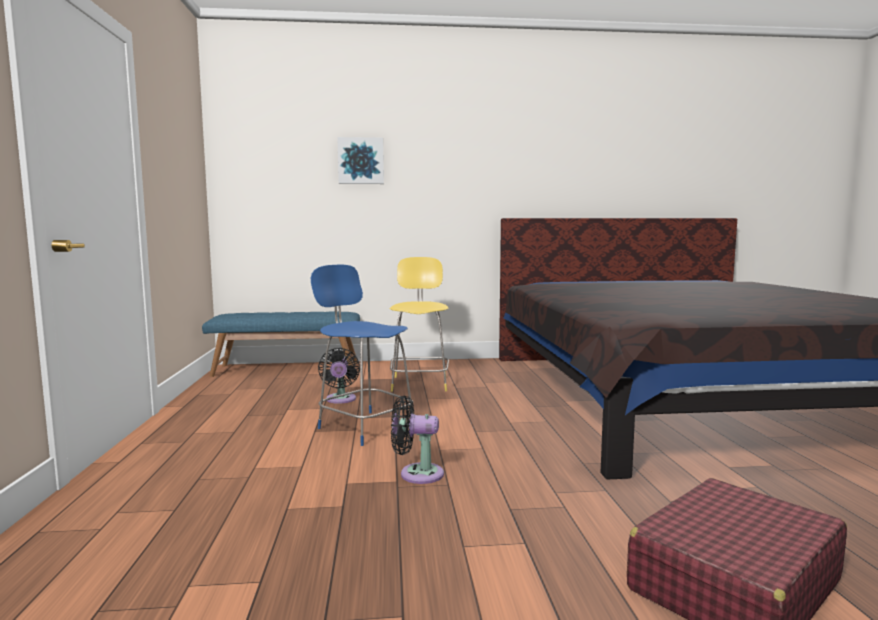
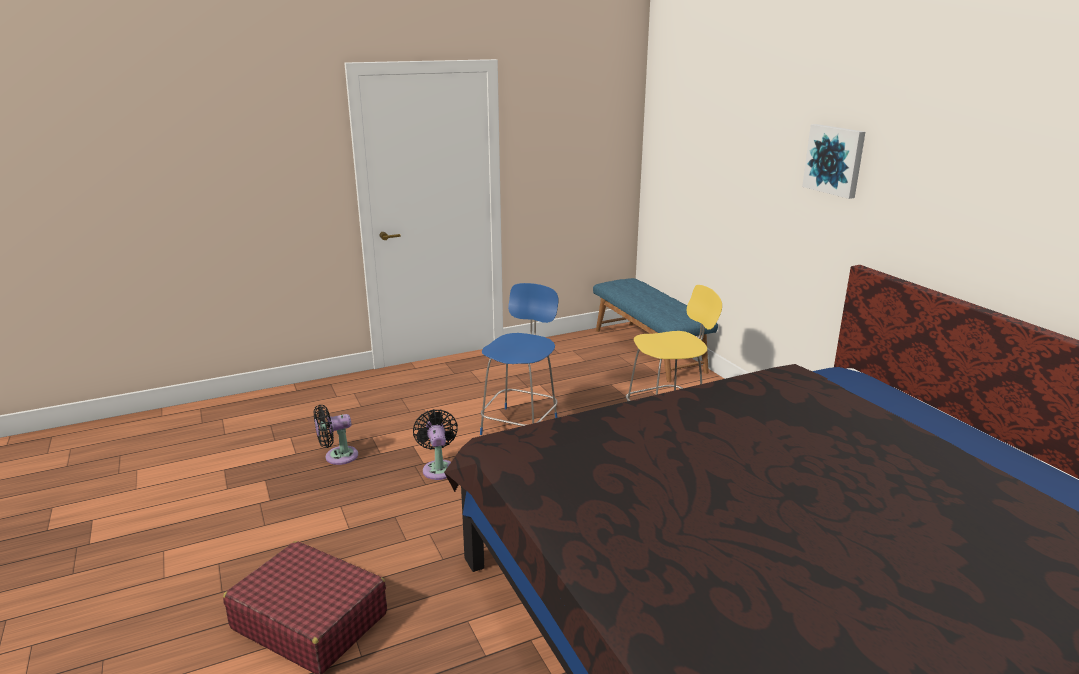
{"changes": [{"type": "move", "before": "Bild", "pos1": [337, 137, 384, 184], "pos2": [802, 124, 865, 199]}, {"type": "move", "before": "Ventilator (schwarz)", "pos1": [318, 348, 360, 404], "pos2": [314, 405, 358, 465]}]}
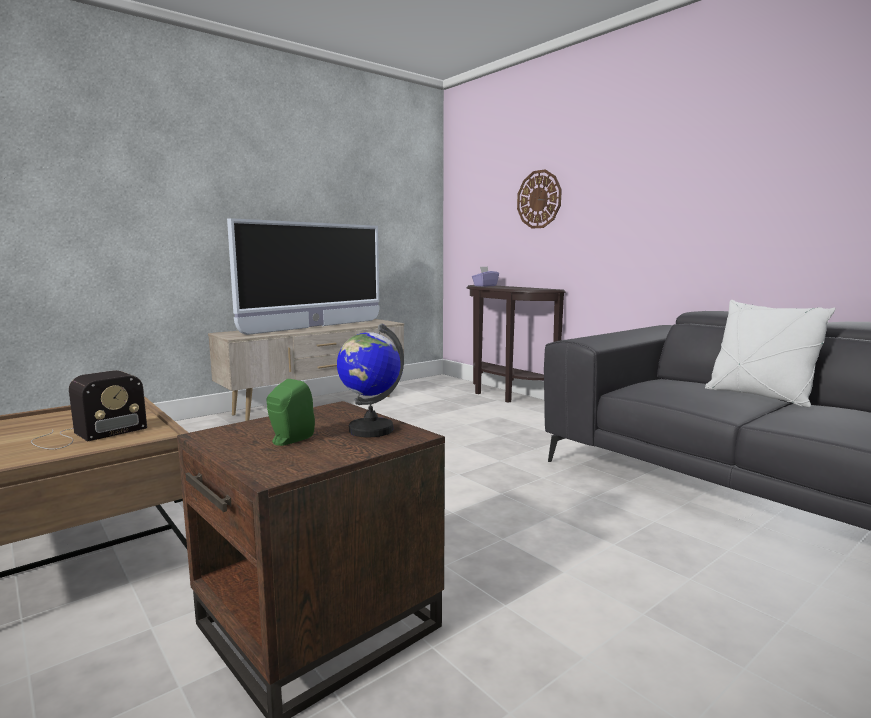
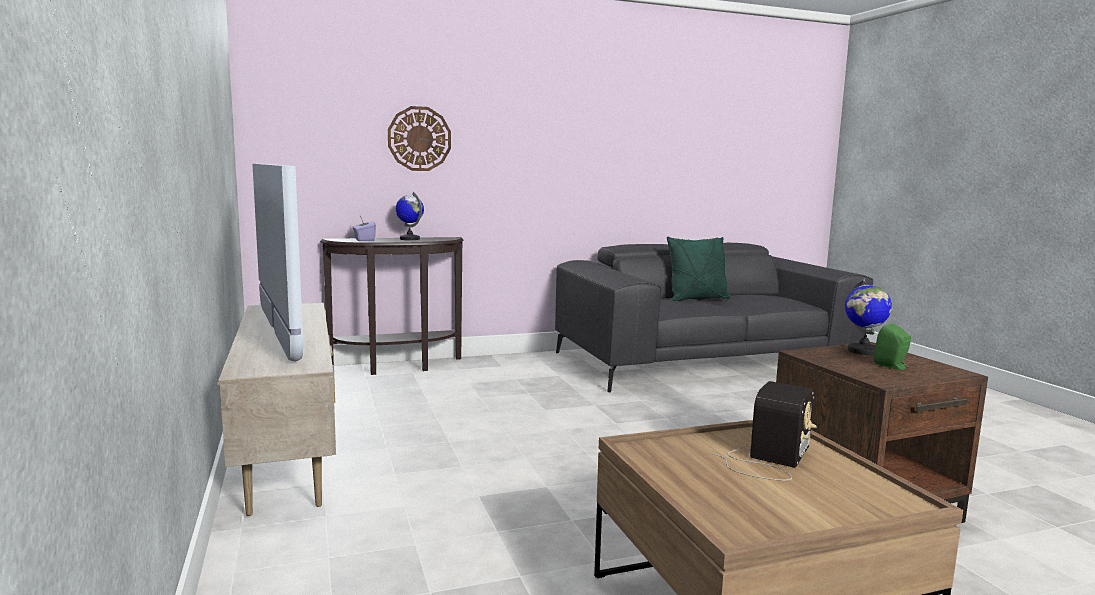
{"changes": [{"type": "recolor", "before": "Kissen (weiß)", "after": "Kissen (grün)", "pos1": [705, 300, 836, 407], "pos2": [667, 237, 730, 301]}, {"type": "rotate", "before": "Radio", "pos1": [31, 370, 147, 449], "pos2": [712, 381, 817, 481], "turn": 60}, {"type": "insert", "after": "Globus", "pos2": [396, 192, 424, 240]}]}
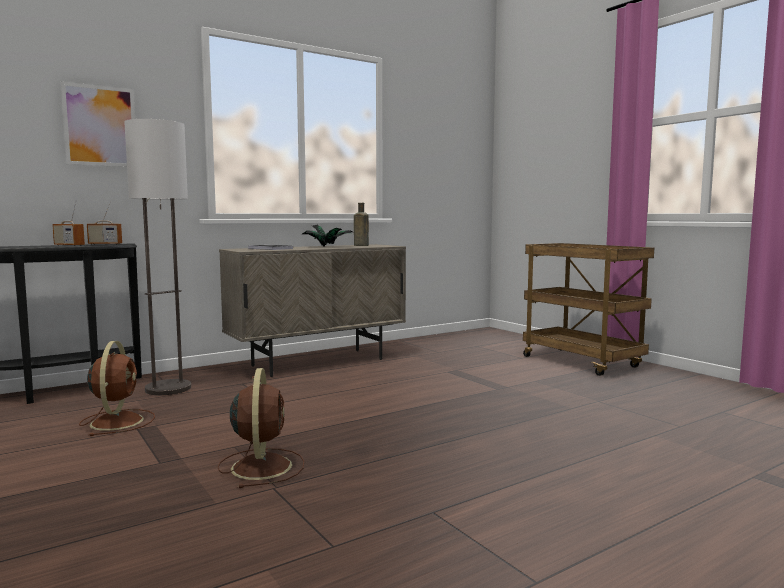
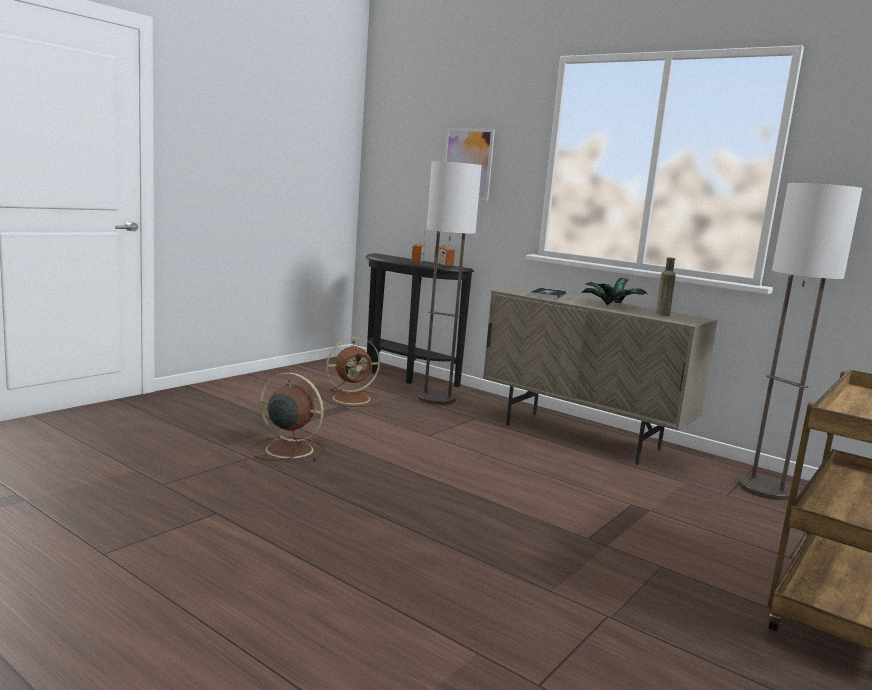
{"changes": [{"type": "rotate", "before": "Ventilator (braun)", "pos1": [218, 368, 304, 488], "pos2": [251, 373, 325, 461], "turn": -135}, {"type": "insert", "after": "Stehlampe", "pos2": [739, 183, 862, 500]}]}
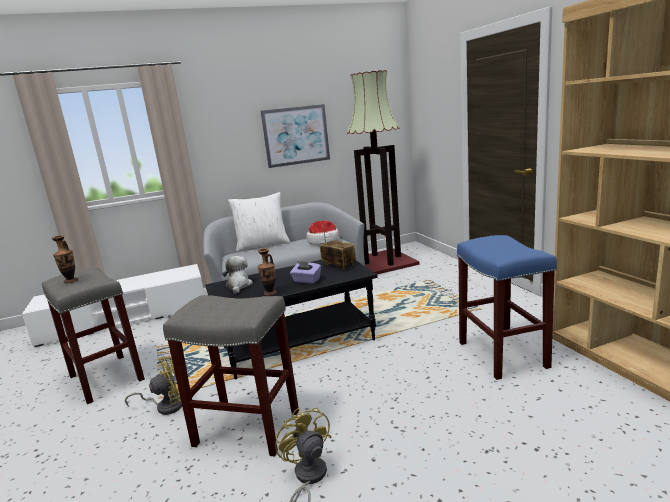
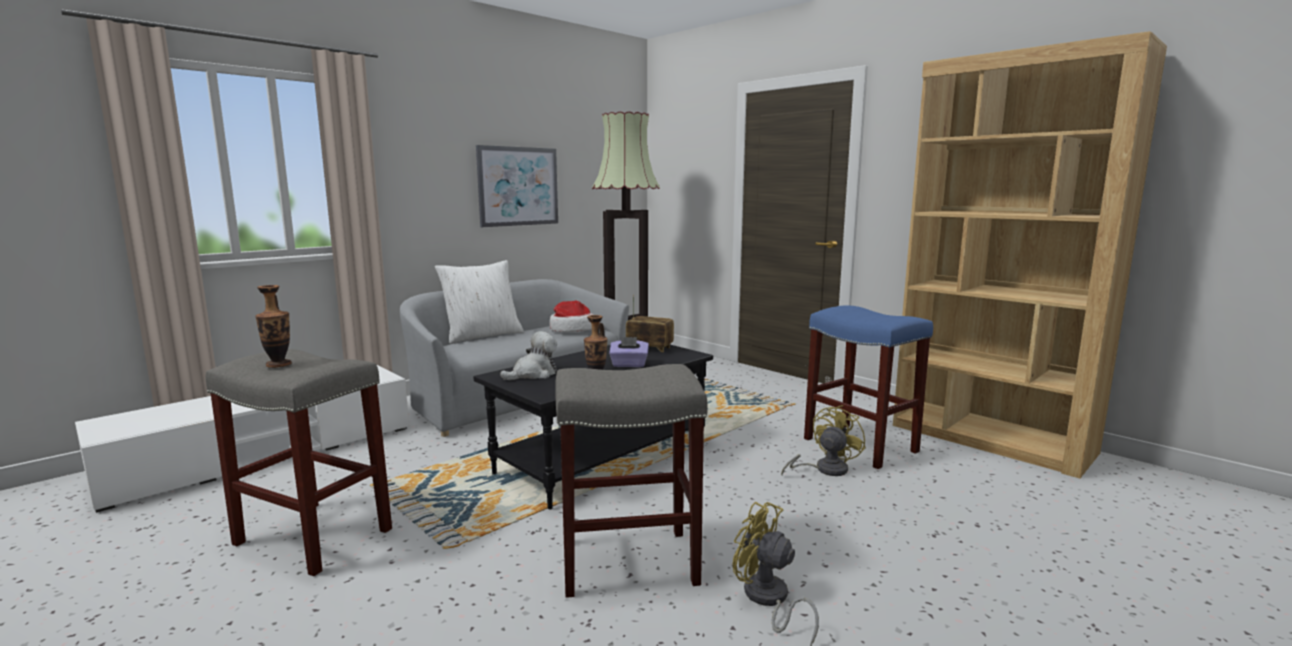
{"changes": [{"type": "rotate", "before": "Plüschtier", "pos1": [222, 256, 253, 294], "pos2": [500, 331, 557, 380], "turn": 75}, {"type": "move", "before": "Ventilator (gelb)", "pos1": [125, 357, 182, 415], "pos2": [781, 405, 866, 476]}]}
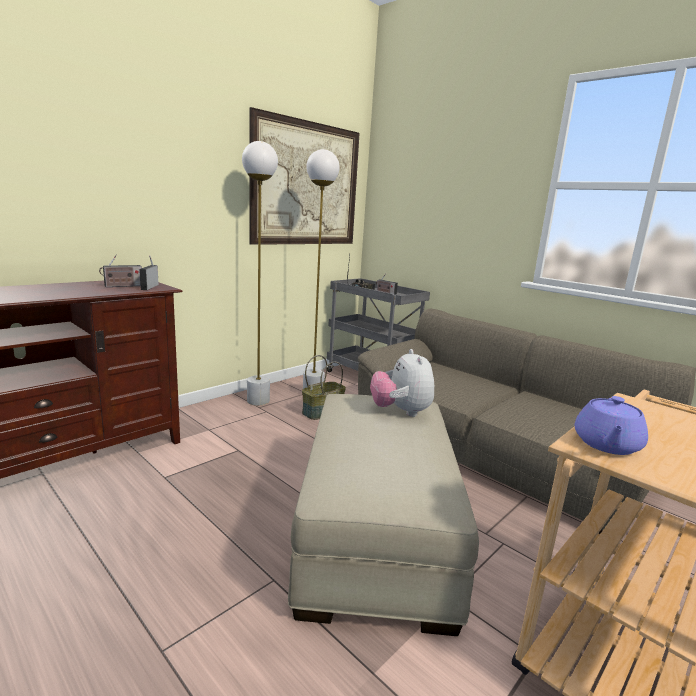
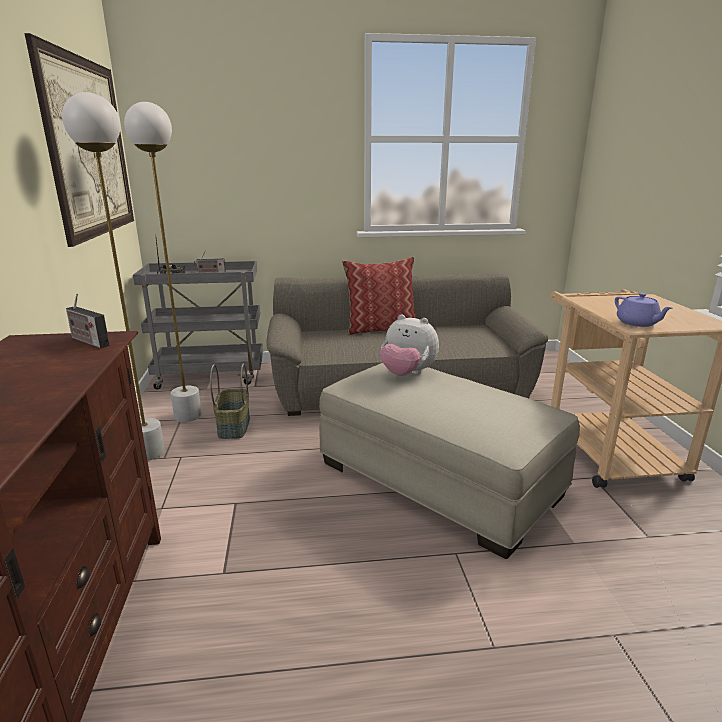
{"changes": [{"type": "delete", "before": "Radio", "pos1": [99, 255, 142, 287]}, {"type": "insert", "after": "Kissen", "pos2": [342, 257, 416, 335]}]}
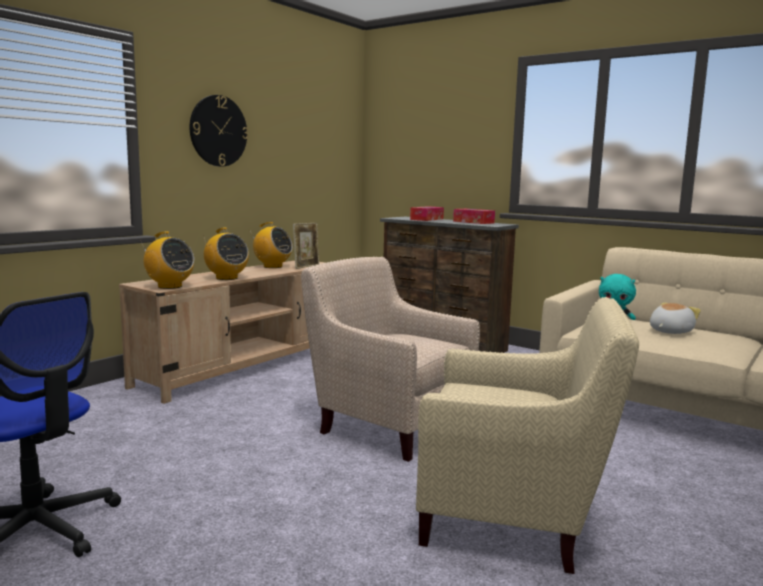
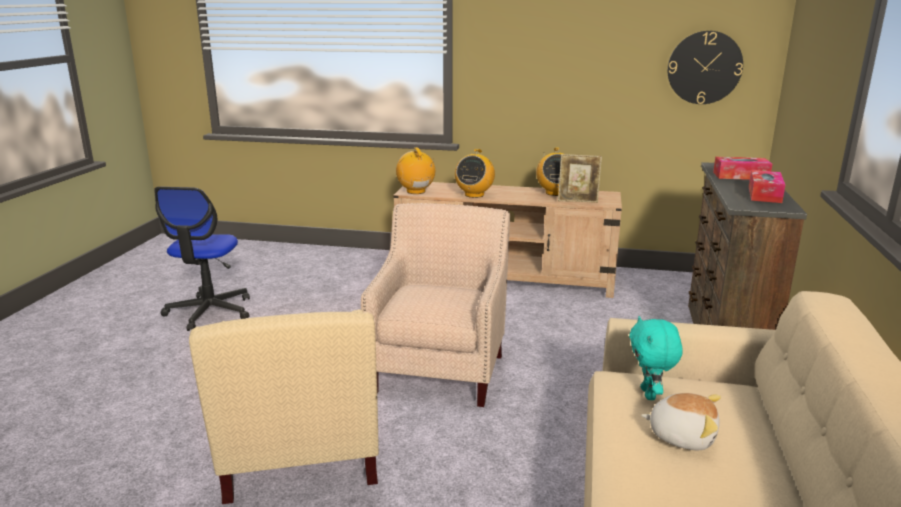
{"changes": [{"type": "move", "before": "Wanduhr", "pos1": [190, 95, 248, 167], "pos2": [668, 31, 743, 104]}, {"type": "rotate", "before": "Radio", "pos1": [141, 231, 194, 289], "pos2": [396, 147, 435, 194], "turn": 150}]}
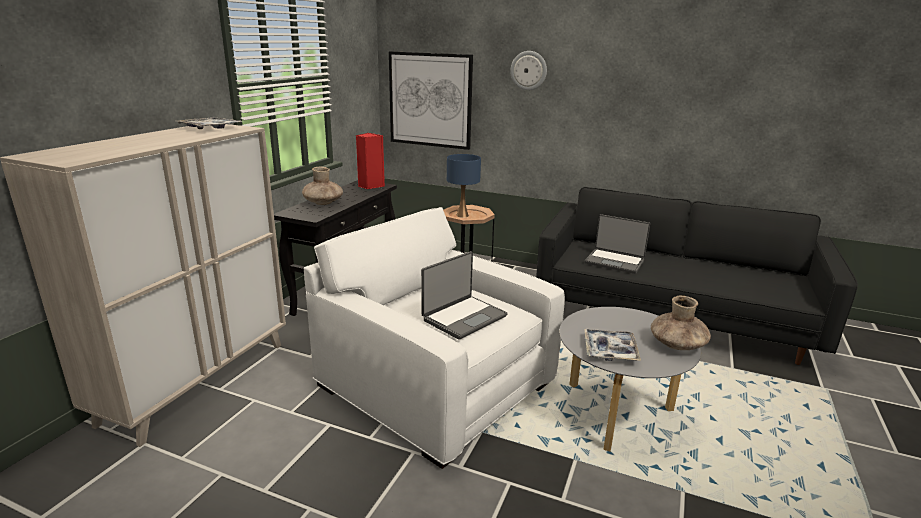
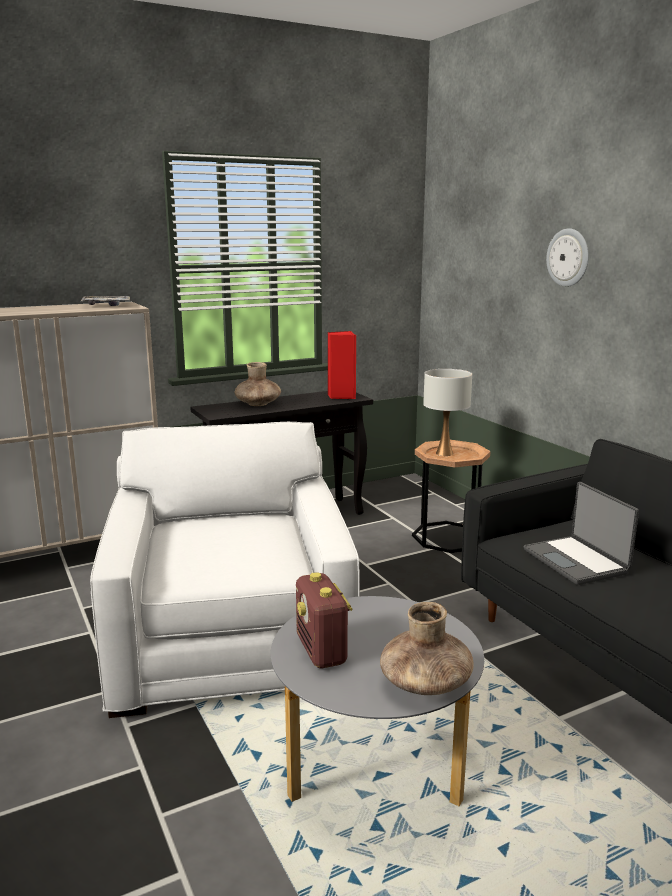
{"changes": [{"type": "delete", "before": "Bild", "pos1": [389, 51, 473, 150]}, {"type": "recolor", "before": "Tischlampe (blau)", "after": "Tischlampe (weiß)", "pos1": [447, 154, 481, 218], "pos2": [423, 369, 472, 456]}, {"type": "delete", "before": "Laptop", "pos1": [421, 251, 508, 340]}, {"type": "replace", "before": "Tablett", "after": "Radio", "pos1": [584, 329, 641, 361], "pos2": [296, 572, 352, 668]}]}
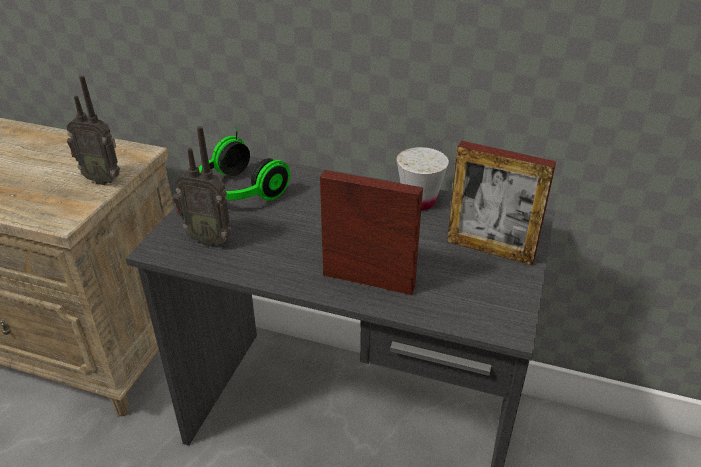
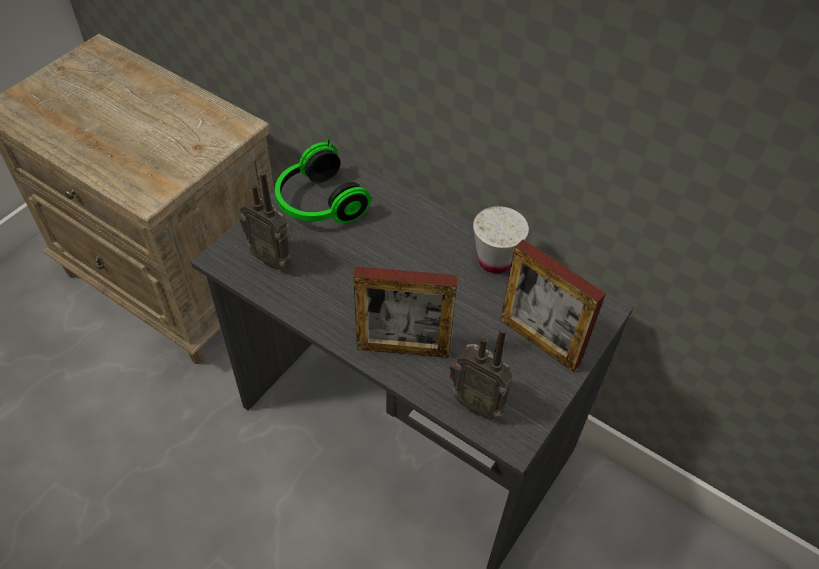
{"changes": [{"type": "move", "before": "Radio", "pos1": [66, 75, 120, 185], "pos2": [449, 328, 512, 419]}, {"type": "rotate", "before": "Bilderrahmen", "pos1": [320, 170, 423, 295], "pos2": [354, 266, 458, 358], "turn": 150}]}
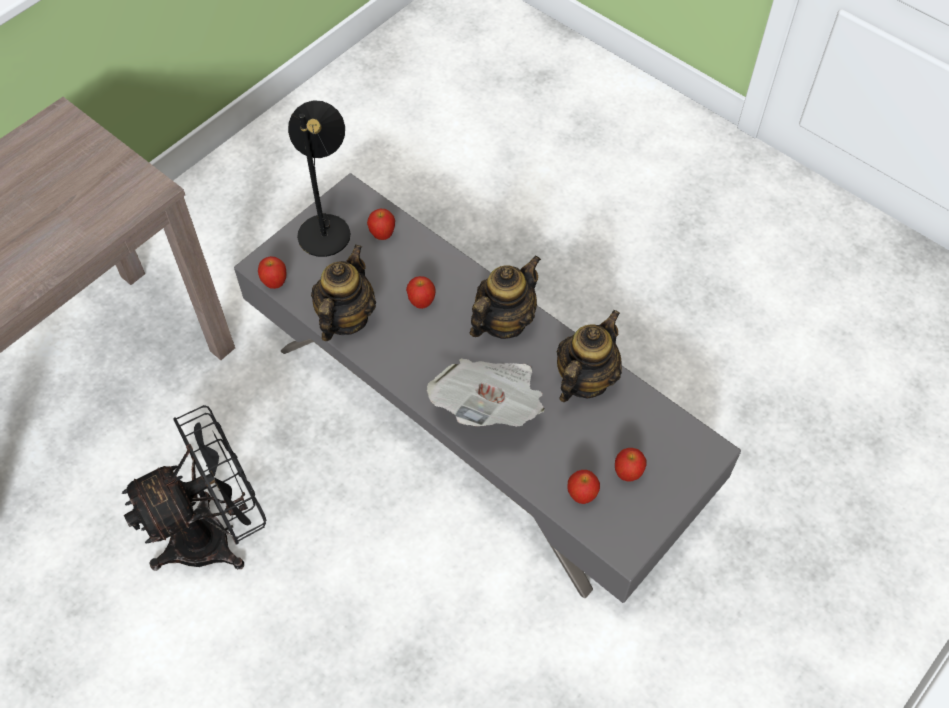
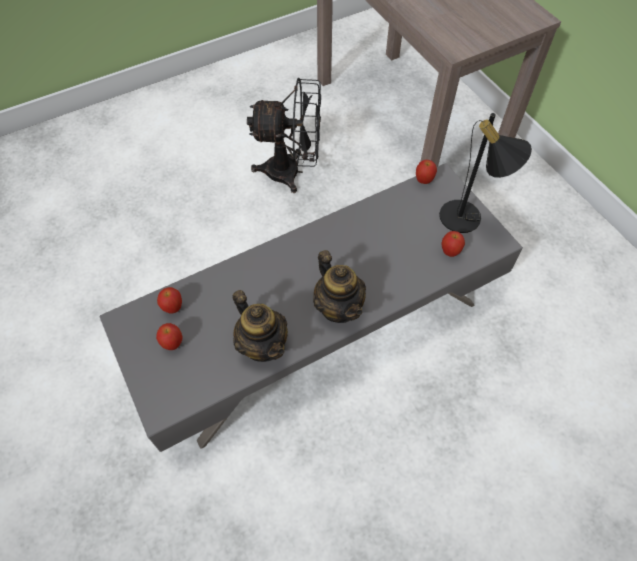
{"changes": [{"type": "delete", "before": "Teekanne", "pos1": [311, 245, 376, 341]}, {"type": "delete", "before": "Apfel", "pos1": [406, 276, 436, 309]}, {"type": "delete", "before": "Zeitung", "pos1": [427, 359, 545, 427]}, {"type": "rotate", "before": "Ventilator (schwarz)", "pos1": [122, 405, 266, 571], "pos2": [247, 78, 321, 193], "turn": -75}]}
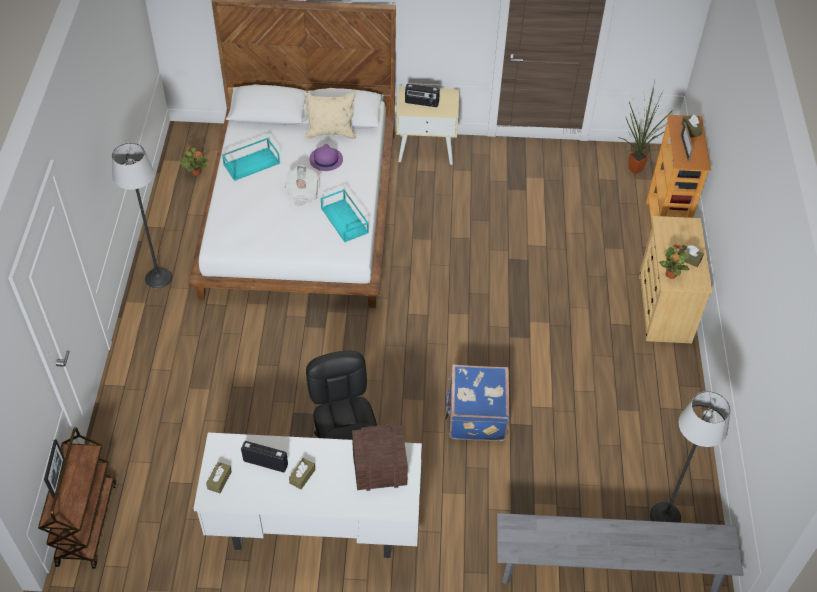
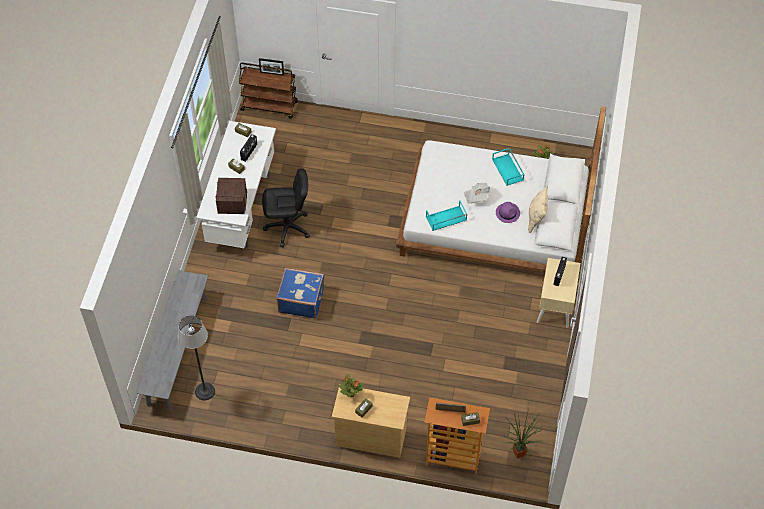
{"changes": [{"type": "delete", "before": "Stehlampe", "pos1": [112, 143, 172, 288]}]}
